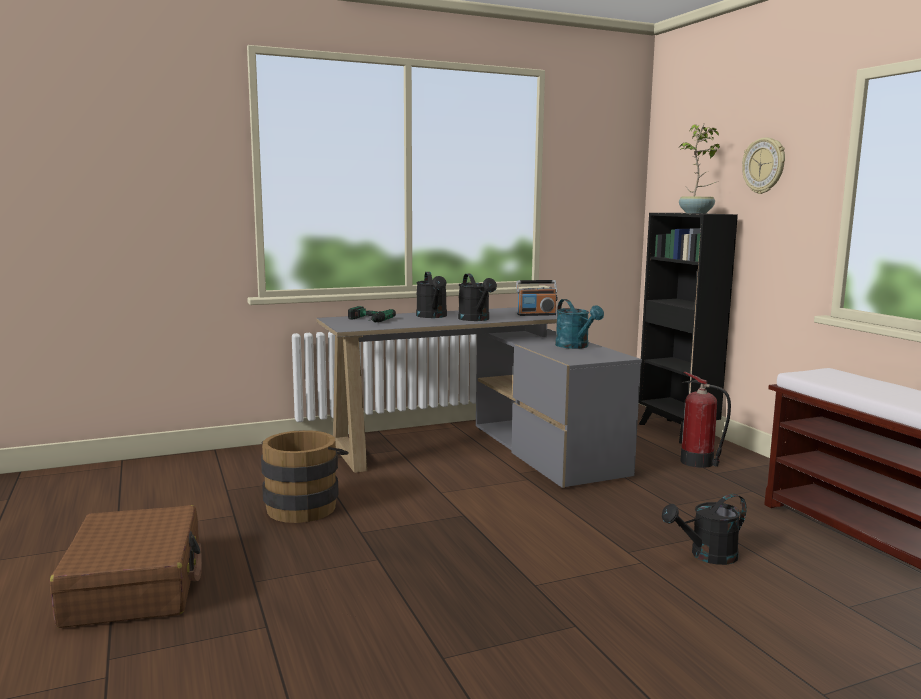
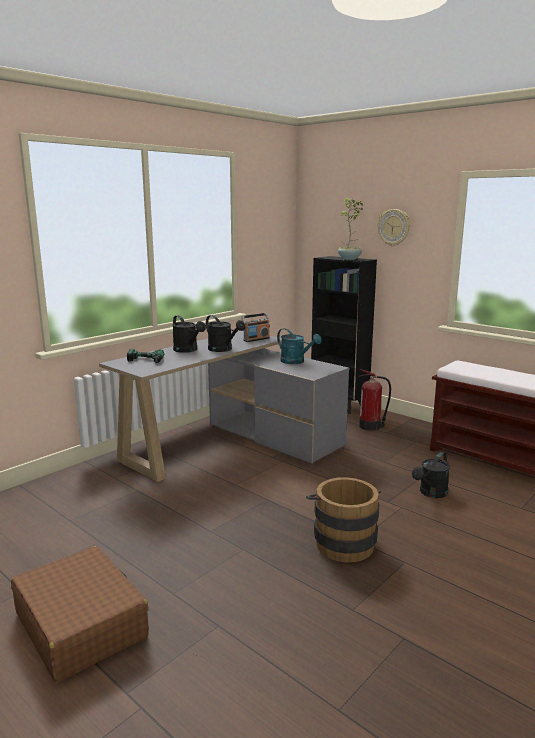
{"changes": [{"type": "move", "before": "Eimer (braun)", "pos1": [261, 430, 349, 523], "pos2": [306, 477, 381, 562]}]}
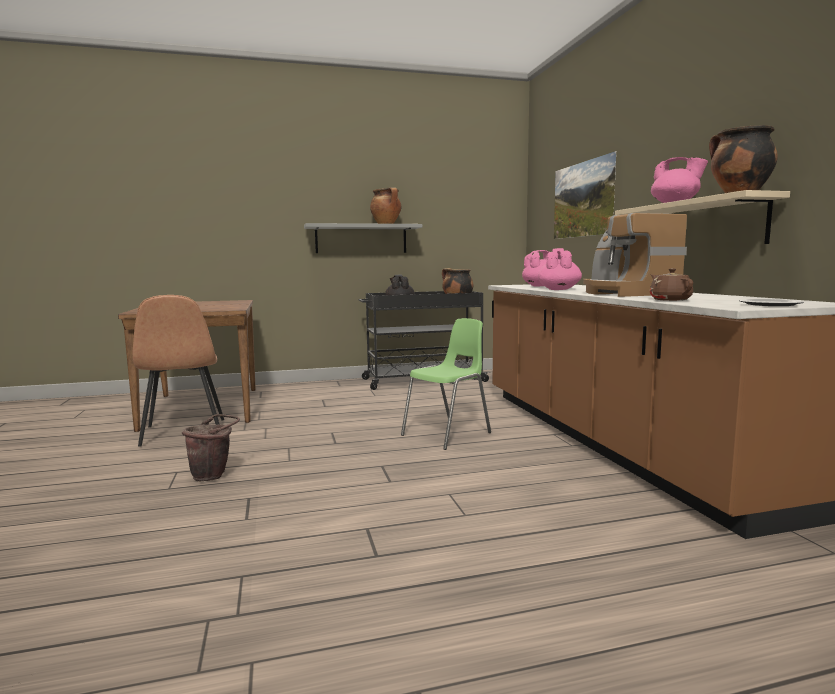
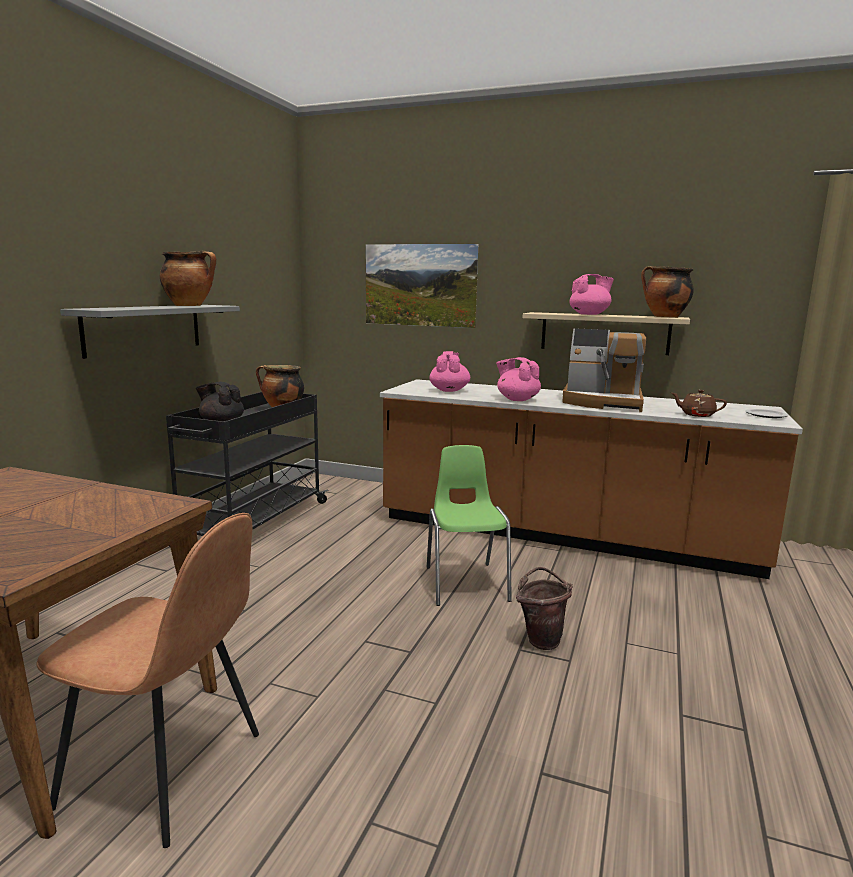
{"changes": [{"type": "move", "before": "Eimer (braun)", "pos1": [182, 414, 240, 481], "pos2": [516, 567, 573, 650]}]}
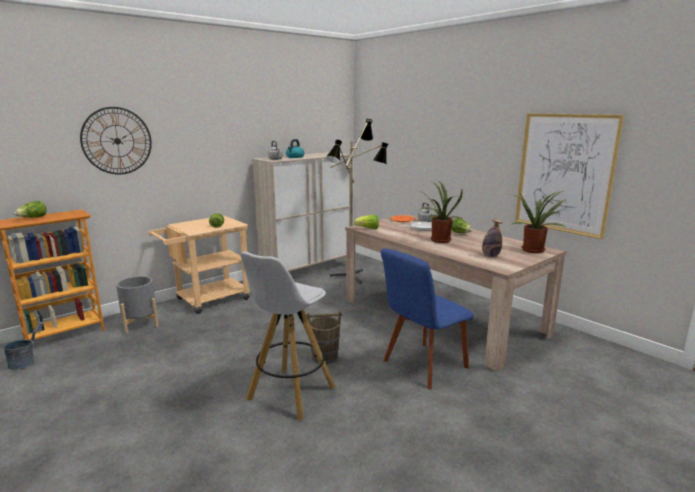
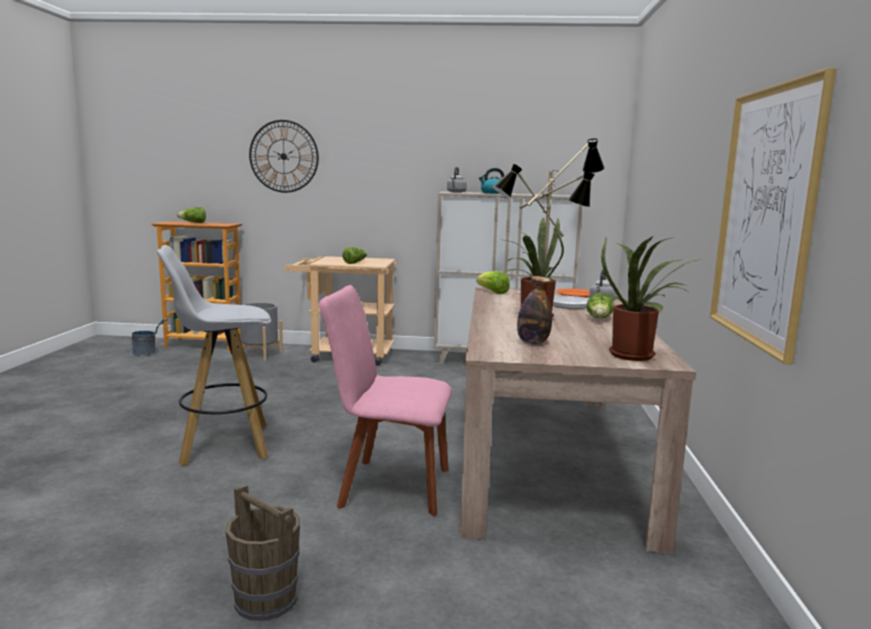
{"changes": [{"type": "recolor", "before": "Stuhl (blau)", "after": "Stuhl (rosa)", "pos1": [381, 248, 474, 390], "pos2": [319, 285, 452, 516]}, {"type": "move", "before": "Eimer (braun)", "pos1": [306, 310, 342, 364], "pos2": [226, 484, 300, 621]}]}
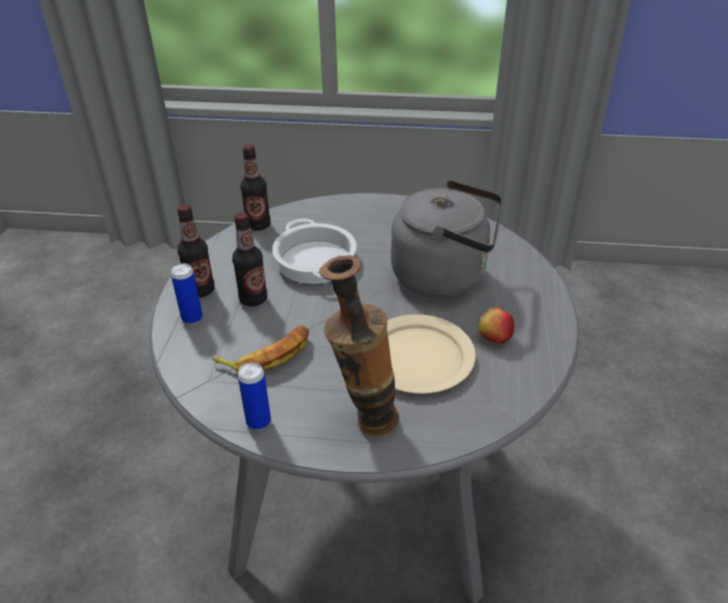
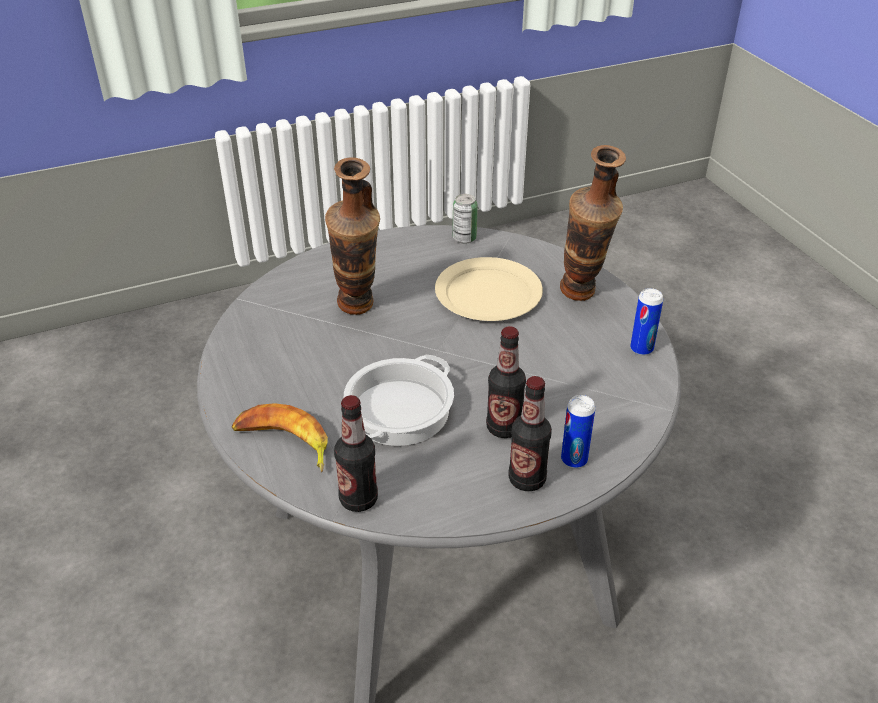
{"changes": [{"type": "replace", "before": "Wasserkessel (grau)", "after": "Vase", "pos1": [391, 180, 503, 298], "pos2": [325, 157, 380, 315]}, {"type": "delete", "before": "Apfel", "pos1": [478, 307, 514, 344]}, {"type": "move", "before": "Banane", "pos1": [212, 325, 309, 372], "pos2": [231, 403, 328, 472]}, {"type": "insert", "after": "Dose", "pos2": [453, 194, 478, 244]}]}
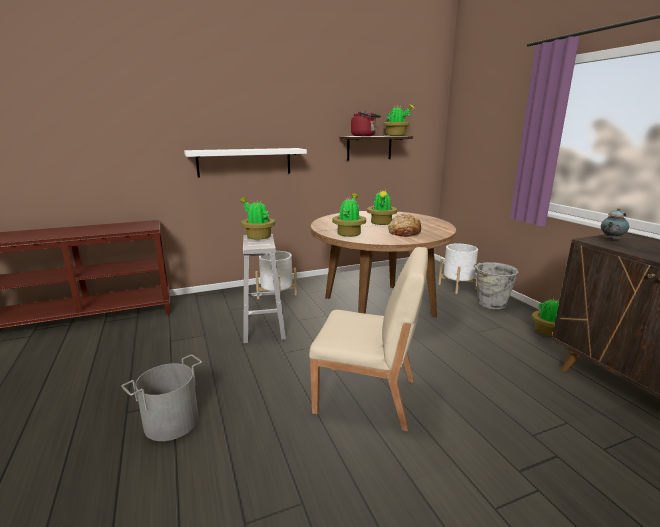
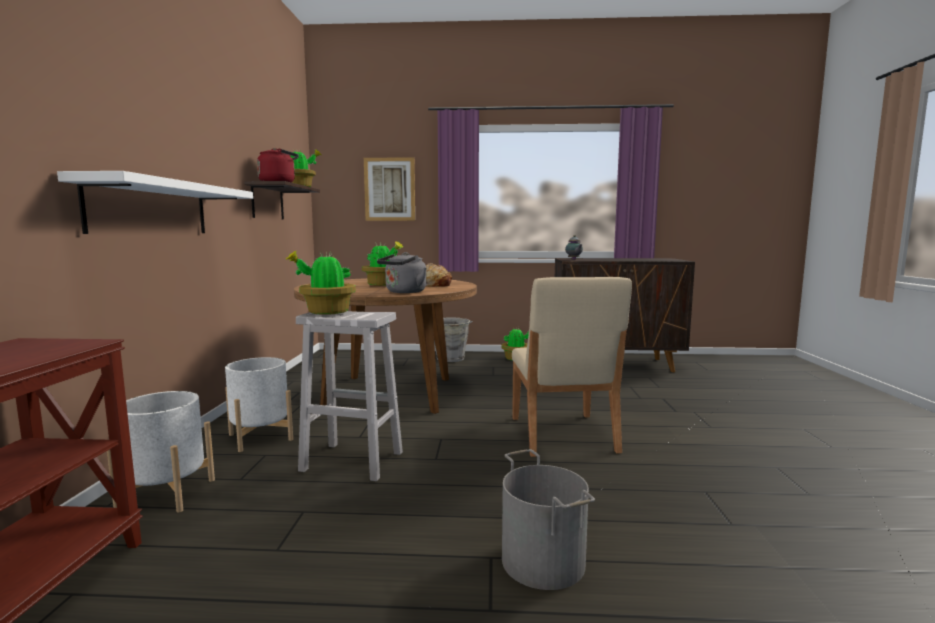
{"changes": [{"type": "replace", "before": "Topfpflanze", "after": "Wasserkessel (grau)", "pos1": [332, 193, 366, 237], "pos2": [377, 252, 427, 293]}, {"type": "move", "before": "Pflanzkübel (weiß)", "pos1": [438, 244, 480, 294], "pos2": [107, 391, 215, 512]}, {"type": "rotate", "before": "Stuhl (beige)", "pos1": [309, 247, 428, 431], "pos2": [512, 277, 632, 457], "turn": 135}, {"type": "insert", "after": "Bild", "pos2": [364, 157, 415, 221]}]}
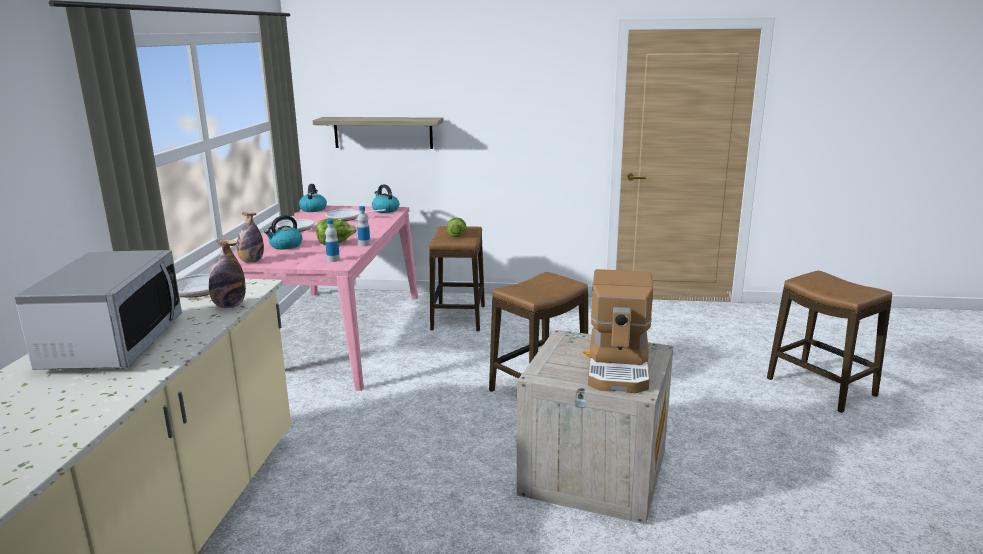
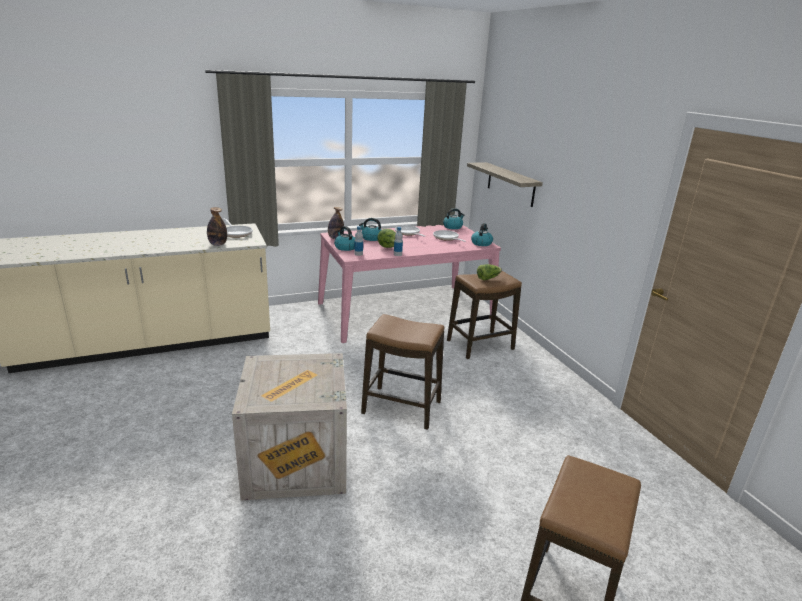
{"changes": [{"type": "delete", "before": "Mikrowelle", "pos1": [14, 250, 182, 370]}, {"type": "delete", "before": "Kaffeemaschine", "pos1": [588, 269, 653, 393]}, {"type": "insert", "after": "Wasserkessel", "pos2": [334, 226, 355, 251]}]}
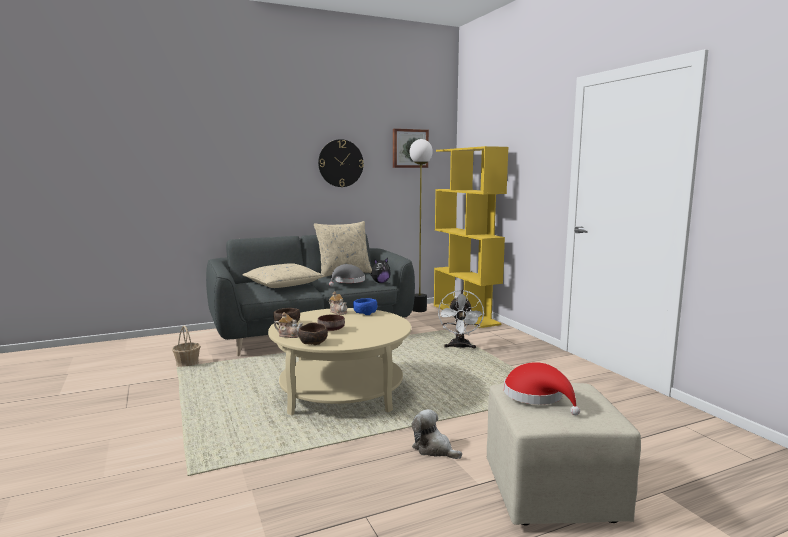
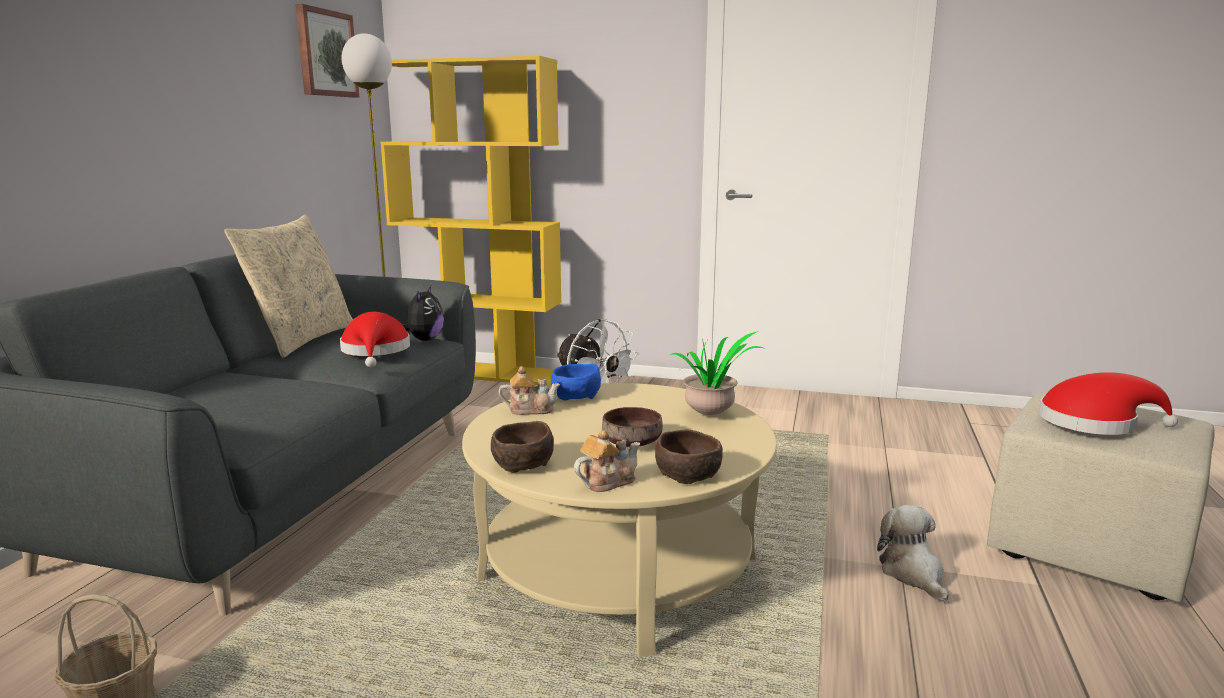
{"changes": [{"type": "delete", "before": "Wanduhr", "pos1": [318, 139, 364, 187]}, {"type": "delete", "before": "Kissen (beige)", "pos1": [243, 263, 325, 288]}, {"type": "recolor", "before": "Hut (grau)", "after": "Hut (rot)", "pos1": [329, 264, 365, 286], "pos2": [340, 312, 410, 367]}, {"type": "rotate", "before": "Plüschtier", "pos1": [411, 409, 462, 459], "pos2": [877, 505, 949, 602], "turn": 90}, {"type": "insert", "after": "Topfpflanze", "pos2": [670, 331, 763, 415]}]}
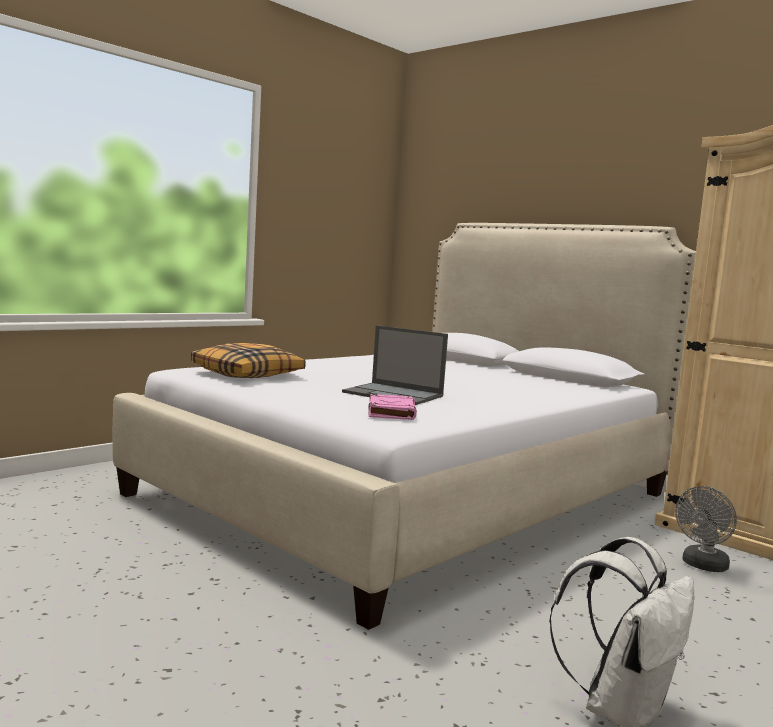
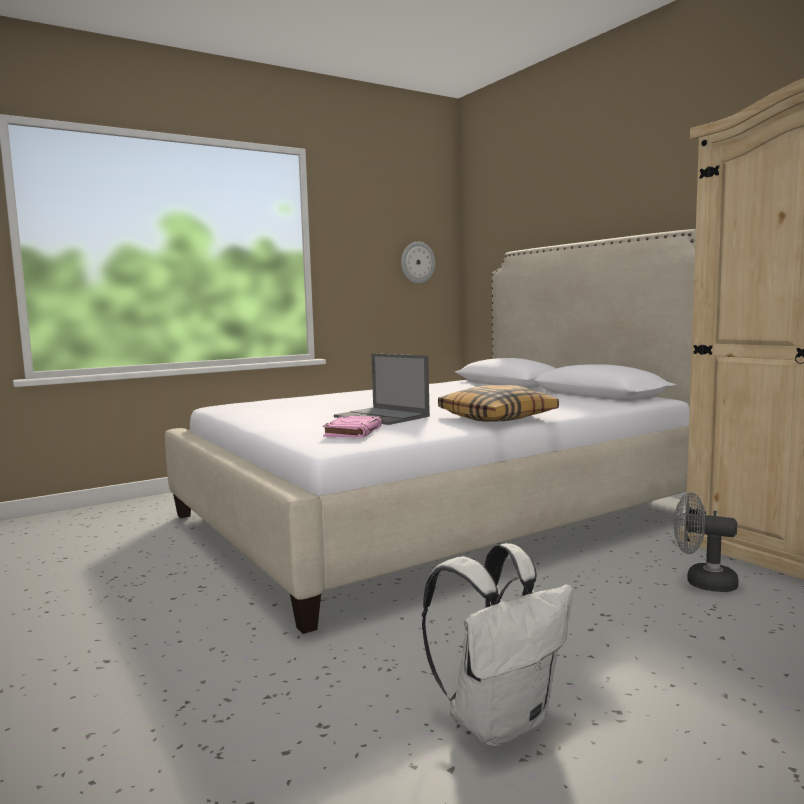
{"changes": [{"type": "move", "before": "Kissen", "pos1": [191, 343, 306, 378], "pos2": [438, 385, 559, 421]}, {"type": "rotate", "before": "Ventilator (grau)", "pos1": [675, 486, 737, 572], "pos2": [674, 492, 739, 592], "turn": 60}, {"type": "insert", "after": "Wanduhr", "pos2": [401, 242, 435, 284]}]}
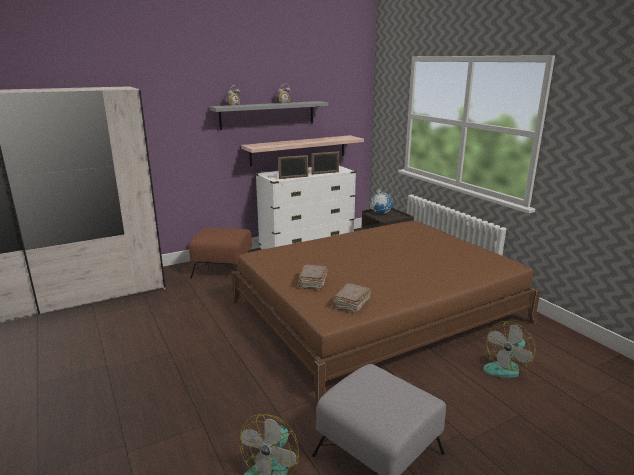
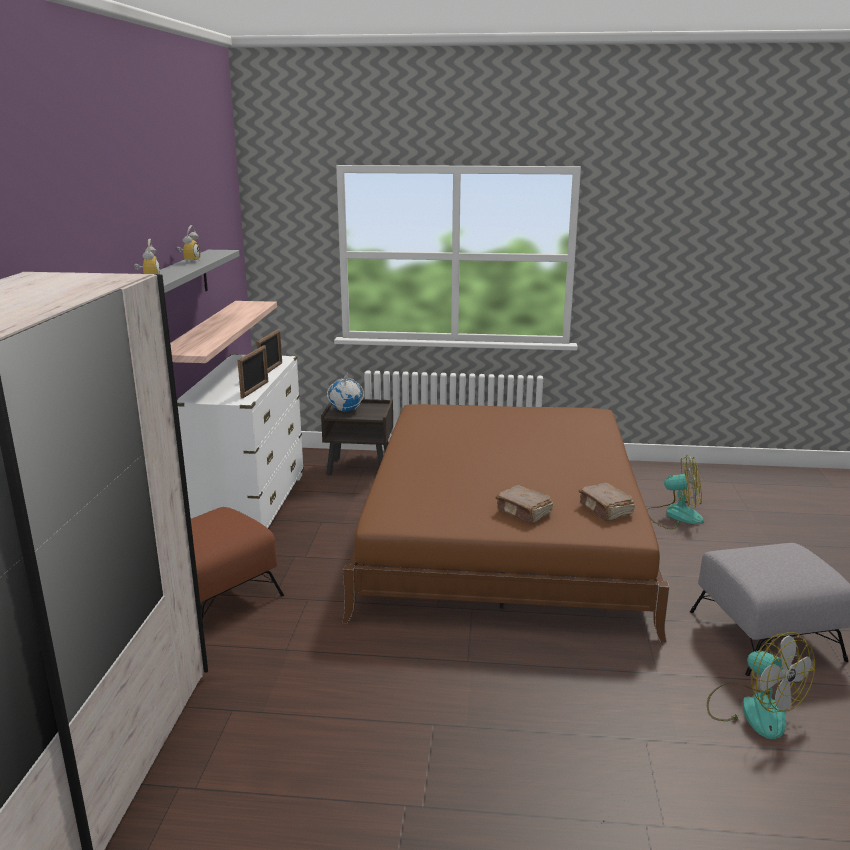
{"changes": [{"type": "rotate", "before": "Ventilator", "pos1": [483, 321, 535, 378], "pos2": [647, 454, 704, 529], "turn": -75}]}
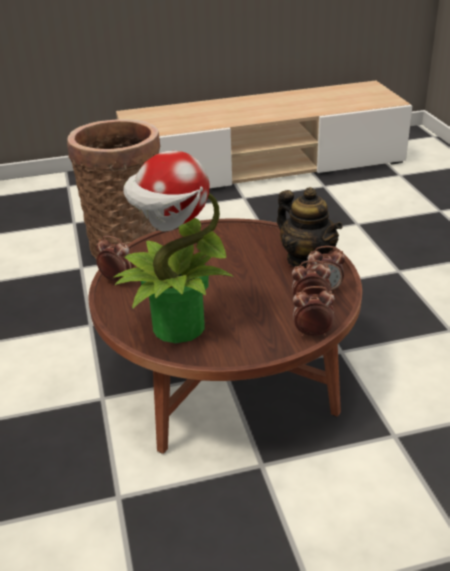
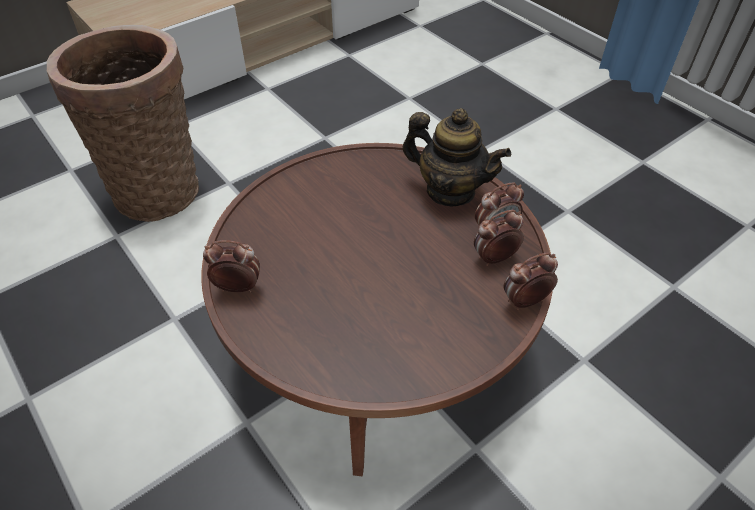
{"changes": [{"type": "delete", "before": "Topfpflanze", "pos1": [113, 151, 233, 343]}]}
